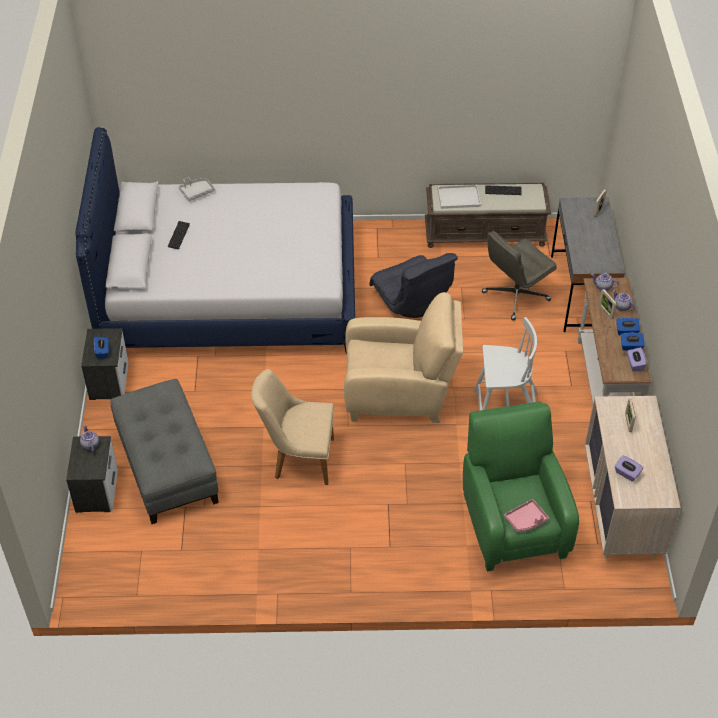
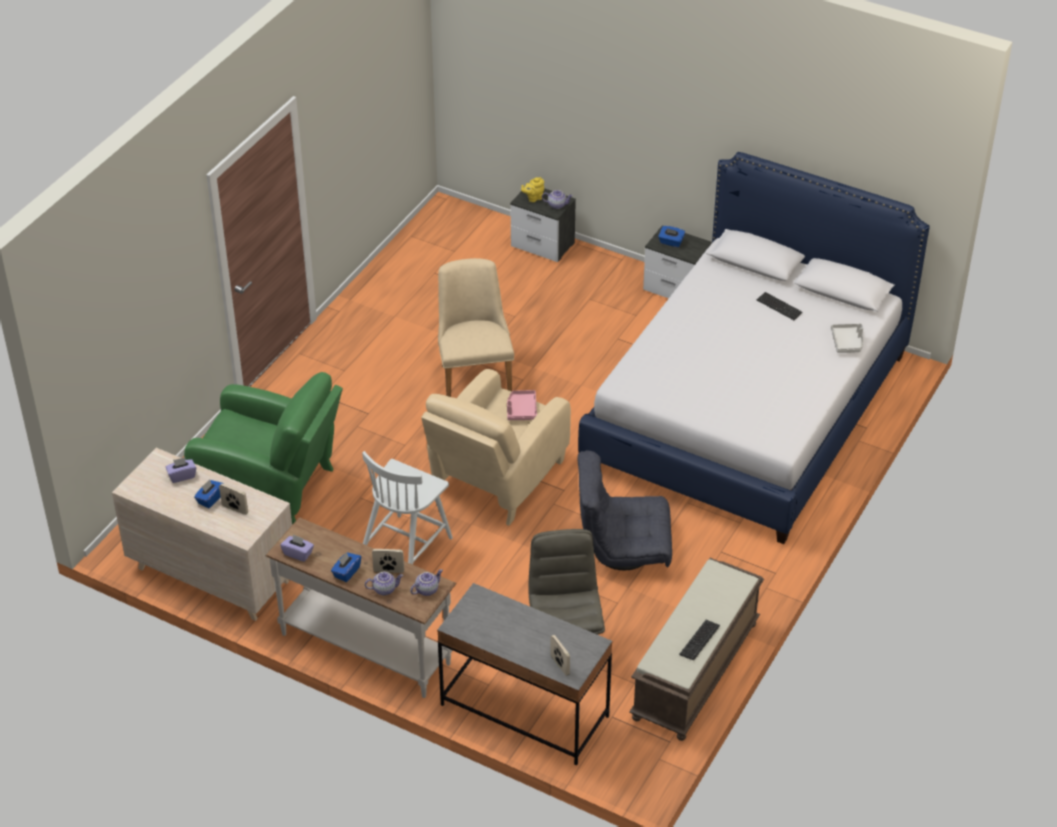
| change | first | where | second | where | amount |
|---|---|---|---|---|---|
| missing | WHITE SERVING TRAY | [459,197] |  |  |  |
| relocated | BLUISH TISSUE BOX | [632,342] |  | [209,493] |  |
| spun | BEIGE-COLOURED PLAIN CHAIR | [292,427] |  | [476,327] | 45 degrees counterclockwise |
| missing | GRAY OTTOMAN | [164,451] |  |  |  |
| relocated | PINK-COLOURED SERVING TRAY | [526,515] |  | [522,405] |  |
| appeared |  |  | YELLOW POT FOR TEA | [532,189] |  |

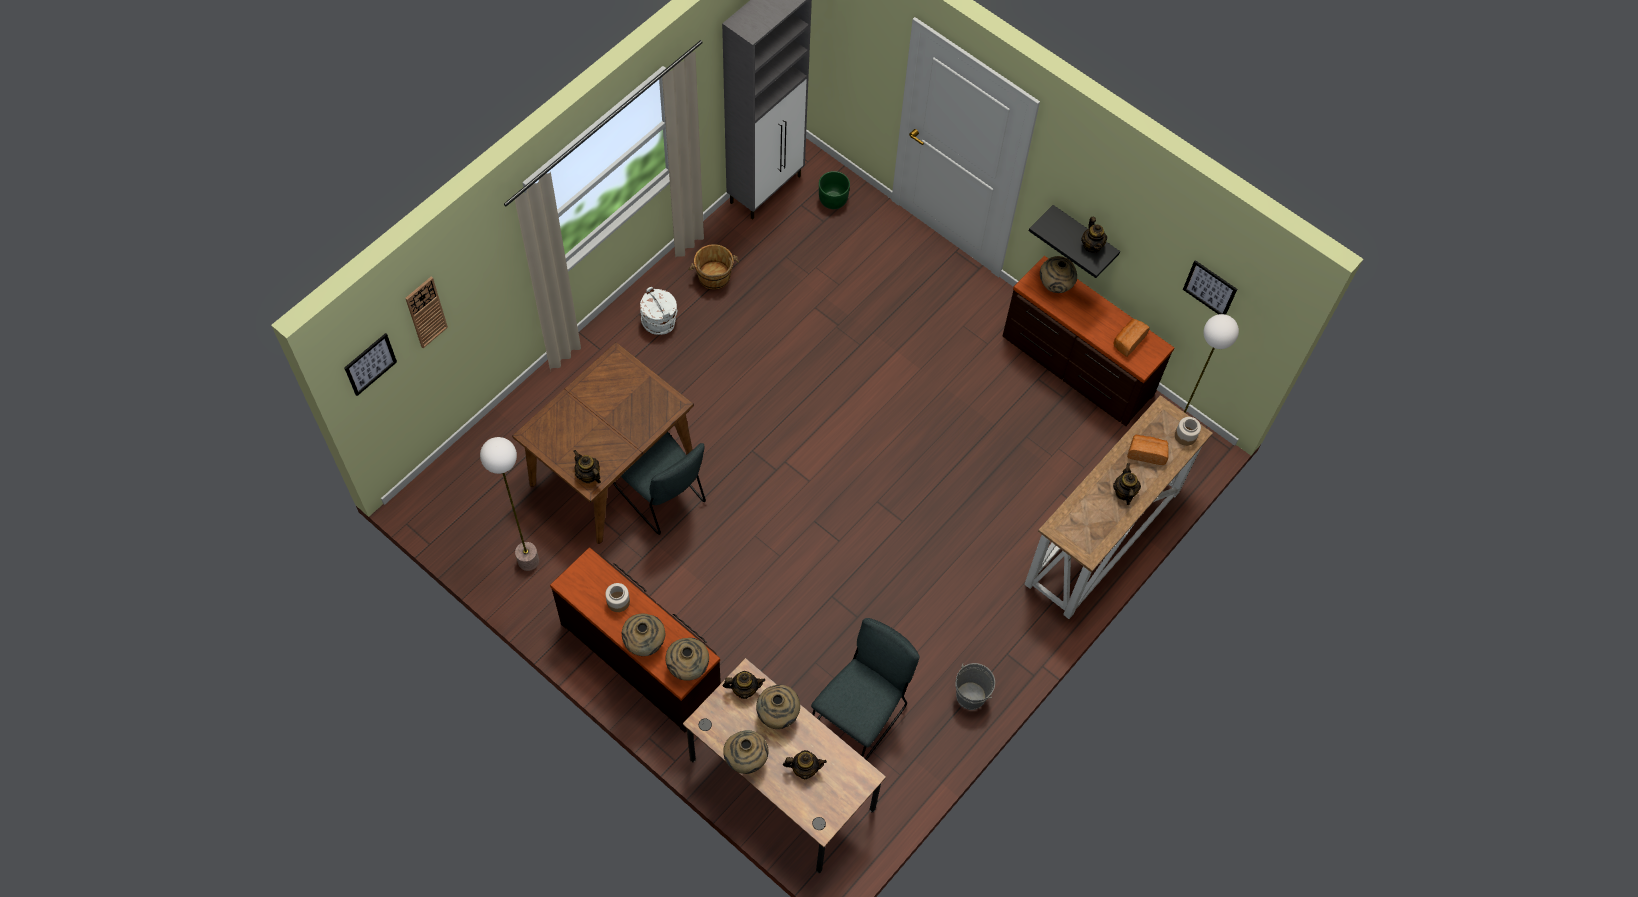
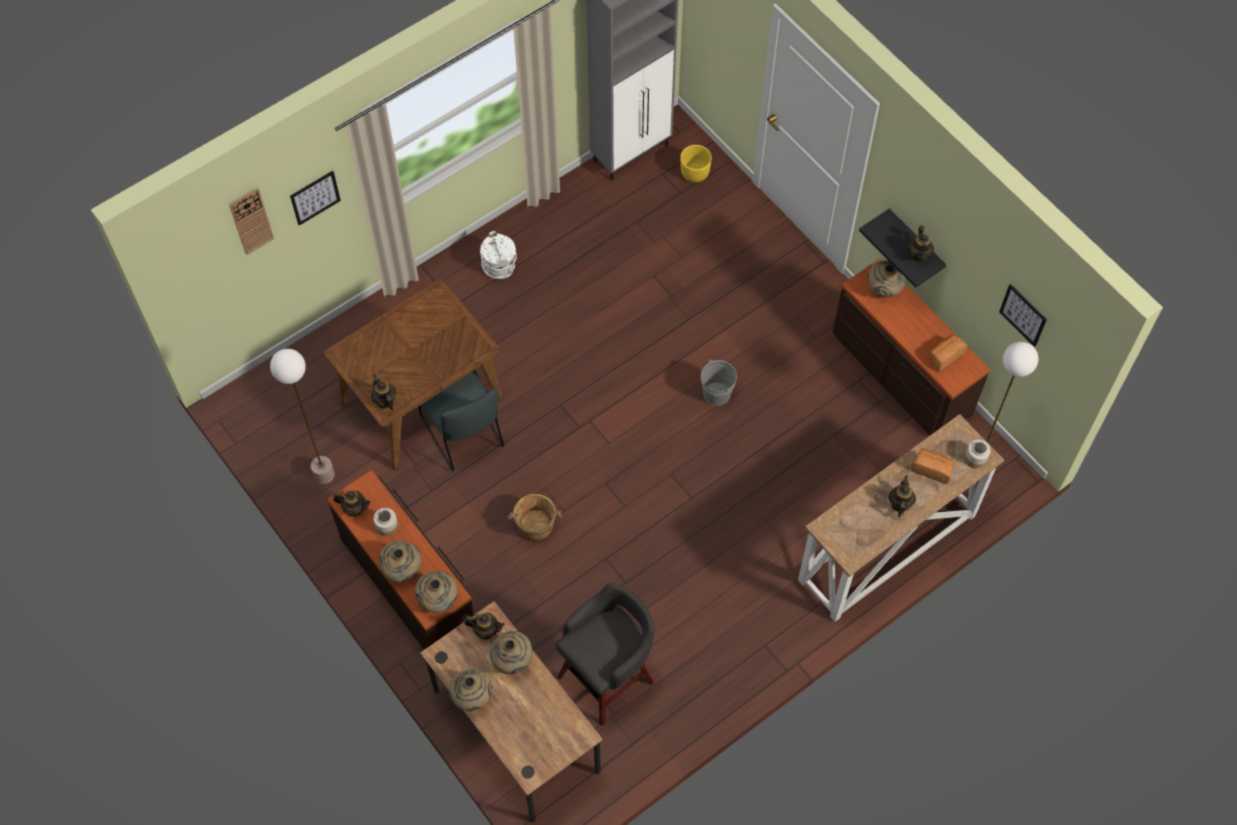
| change | first | where | second | where | amount |
|---|---|---|---|---|---|
| colour | GREEN-COLOURED PLANT POT | [834,190] | YELLOW PLANT POT | [696,164] |  |
| relocated | BROWN-COLOURED PAIL | [713,267] |  | [535,517] |  |
| relocated | PICTURE | [370,364] |  | [315,198] |  |
| exchanged | GRAY PLAIN CHAIR | [865,689] | GRAY STOOL | [605,654] |  |
| relocated | GRAY PAIL | [975,686] |  | [719,382] |  |
| relocated | POT FOR TEA | [805,764] |  | [352,503] |  |

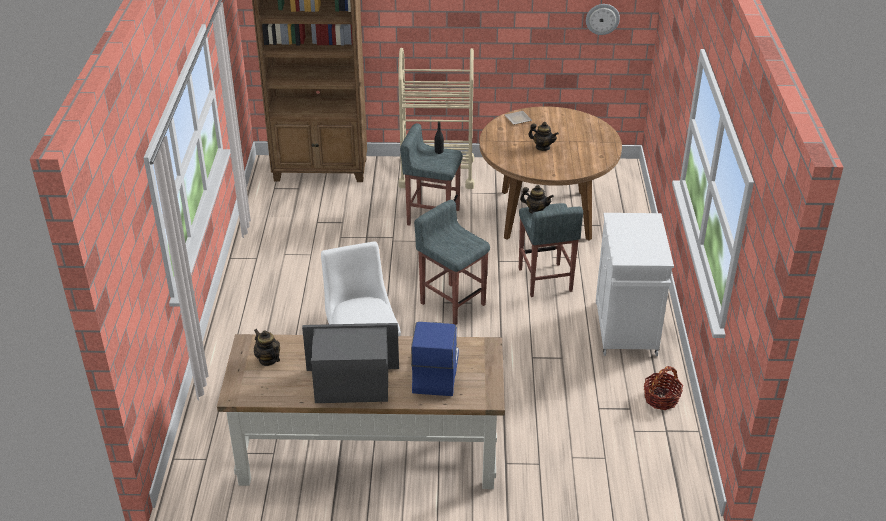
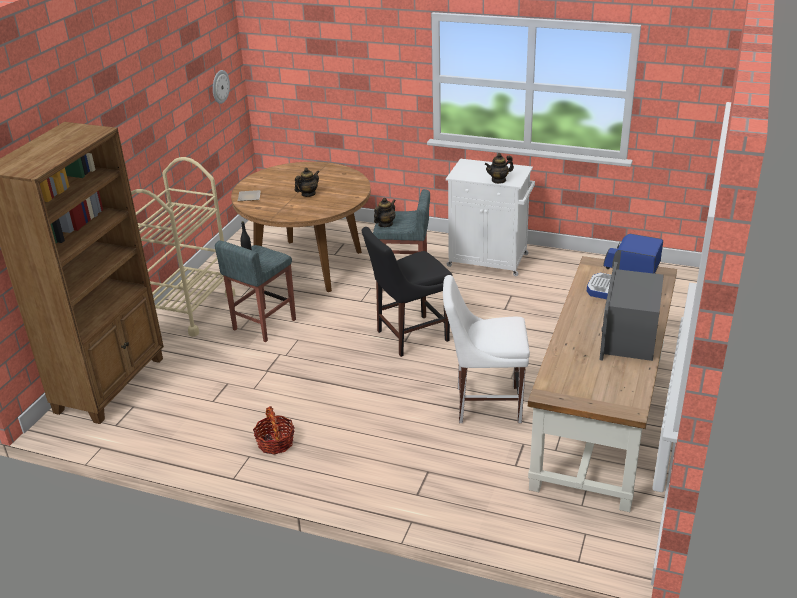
| change | first | where | second | where | amount |
|---|---|---|---|---|---|
| exchanged | GRAY STOOL | [452,262] | BLACKISH PLAIN CHAIR | [407,292] |  |
| relocated | POT FOR TEA | [267,347] |  | [499,168] |  |
| relocated | BASKET | [663,388] |  | [274,430] |  |

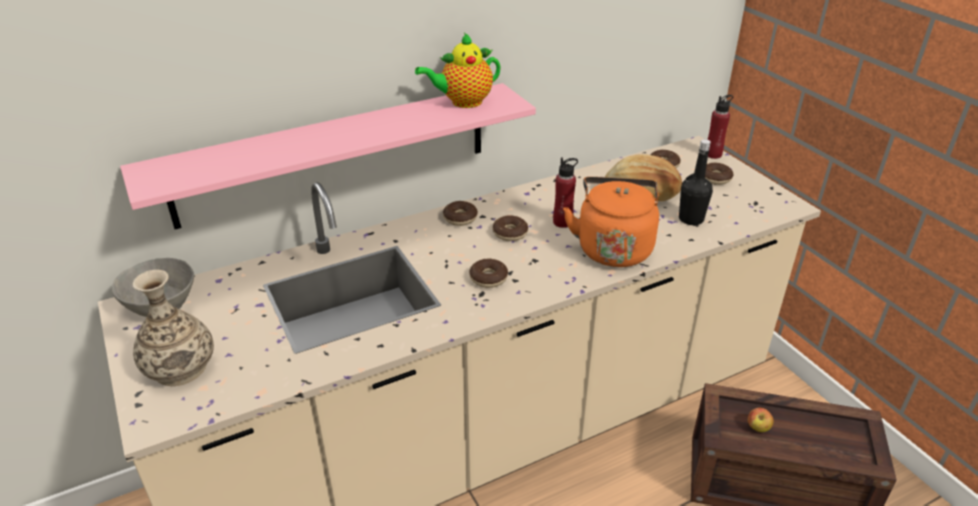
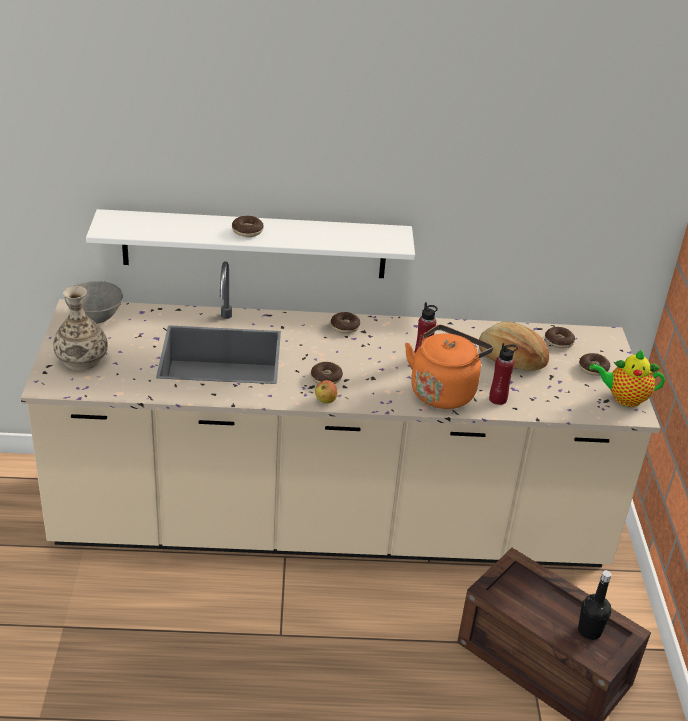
| change | first | where | second | where | amount |
|---|---|---|---|---|---|
| relocated | POT FOR TEA | [458,70] |  | [627,378] |  |
| colour | PINK-COLOURED WALL SHELF | [328,156] | WHITE WALL SHELF | [250,243] |  |
| relocated | RED-COLOURED BOTTLE | [720,127] |  | [503,374] |  |
| relocated | BLACKISH BOTTLE | [696,182] |  | [595,605] |  |
| relocated | DONUT | [510,228] |  | [248,226] |  |
| relocated | APPLE | [761,420] |  | [326,392] |  |

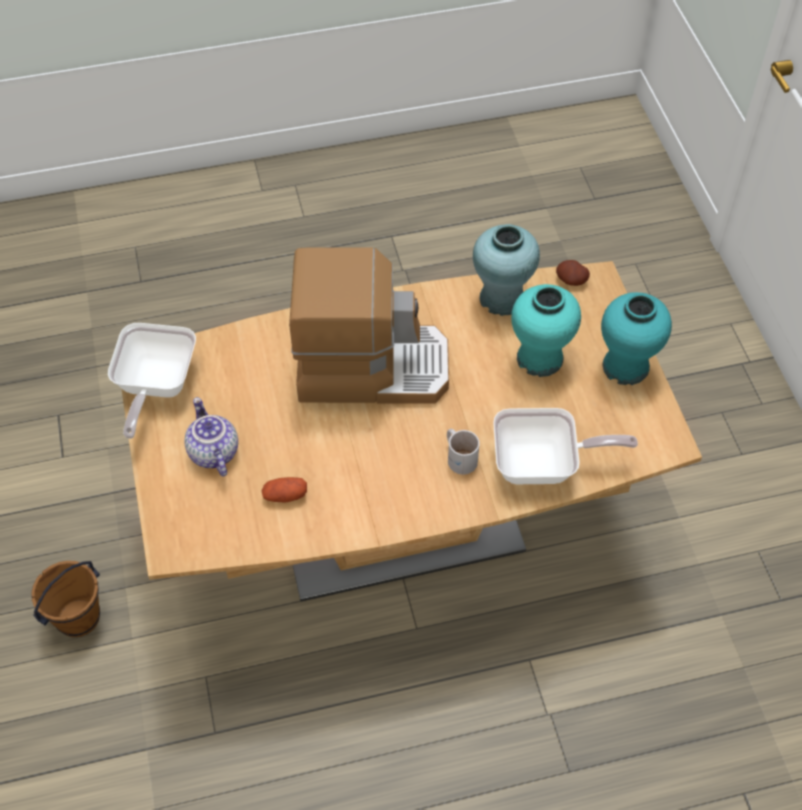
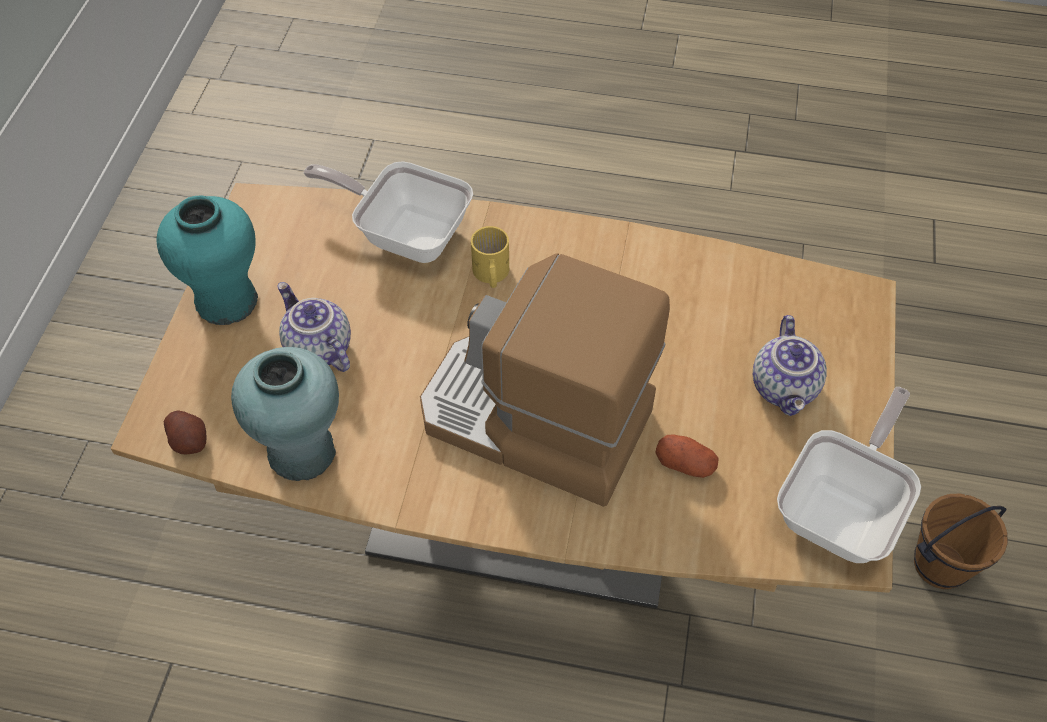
| change | first | where | second | where | amount |
|---|---|---|---|---|---|
| exchanged | BLUE-GREEN DECORATIVE VASE | [546,330] | POT FOR TEA | [314,327] |  |
| colour | WHITE TEA MUG | [463,452] | YELLOW TEA MUG | [490,257] |  |
| relocated | POTATO | [284,490] |  | [687,456] |  |

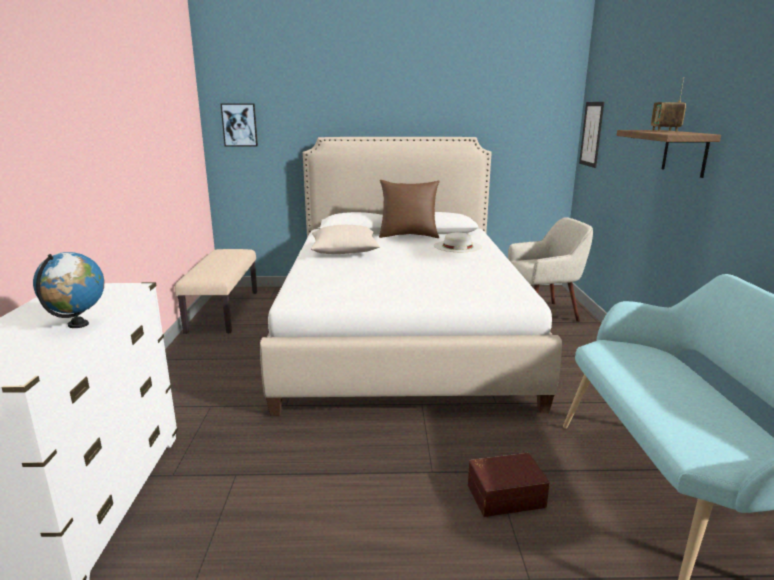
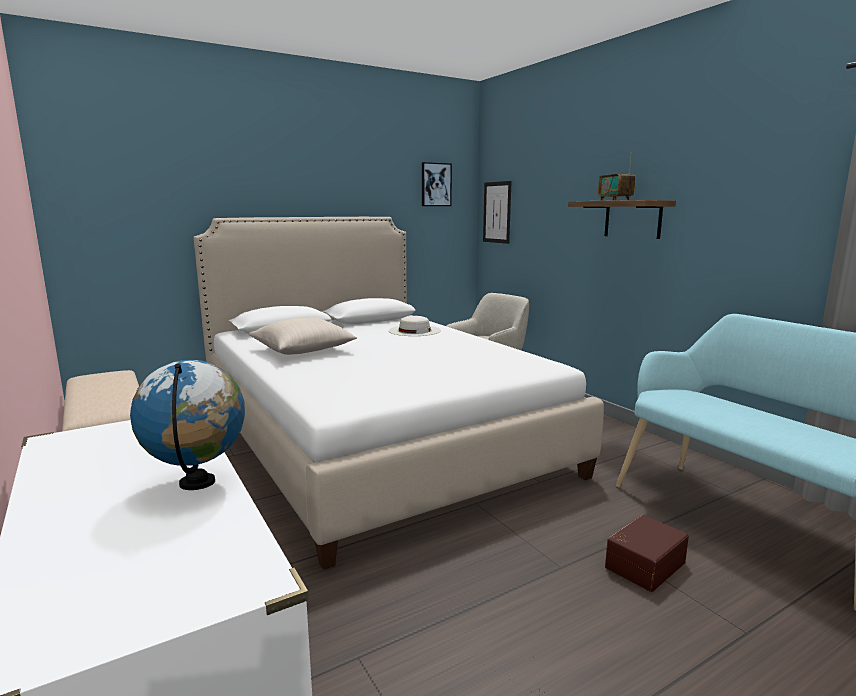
| change | first | where | second | where | amount |
|---|---|---|---|---|---|
| relocated | PICTURE | [239,125] |  | [437,184] |  |
| missing | BROWN-COLOURED THROW PILLOW | [409,209] |  |  |  |

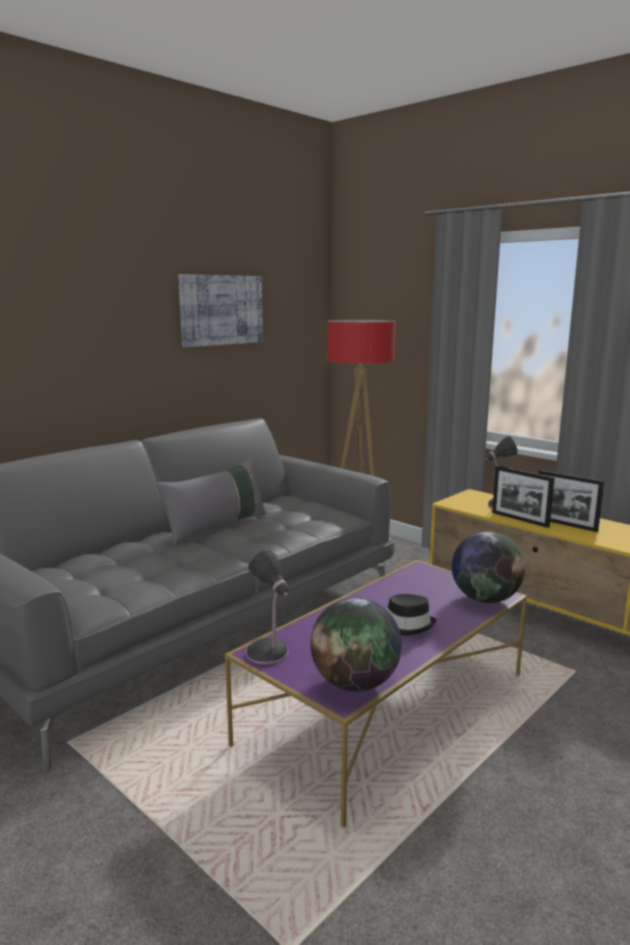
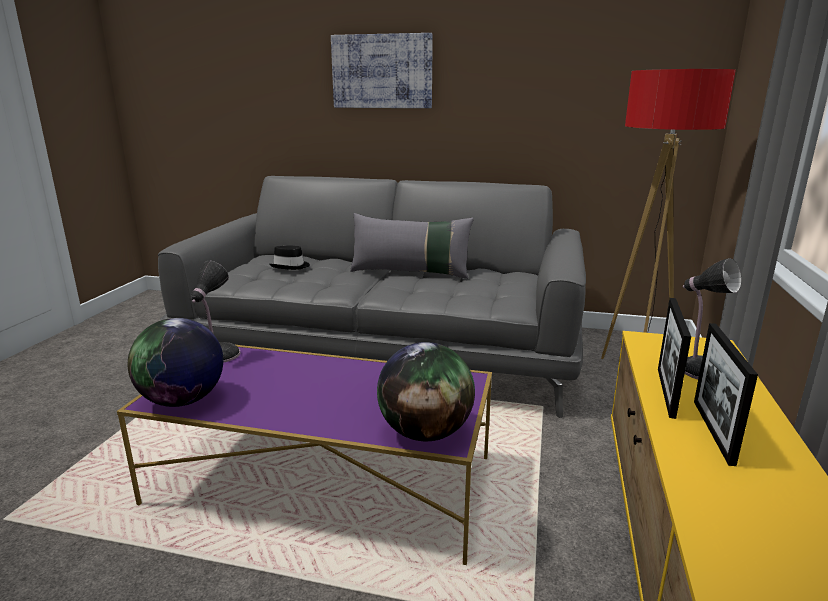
| change | first | where | second | where | amount |
|---|---|---|---|---|---|
| relocated | PICTURE | [220,310] |  | [382,70] |  |
| relocated | BLACKISH HAT | [411,614] |  | [289,257] |  |

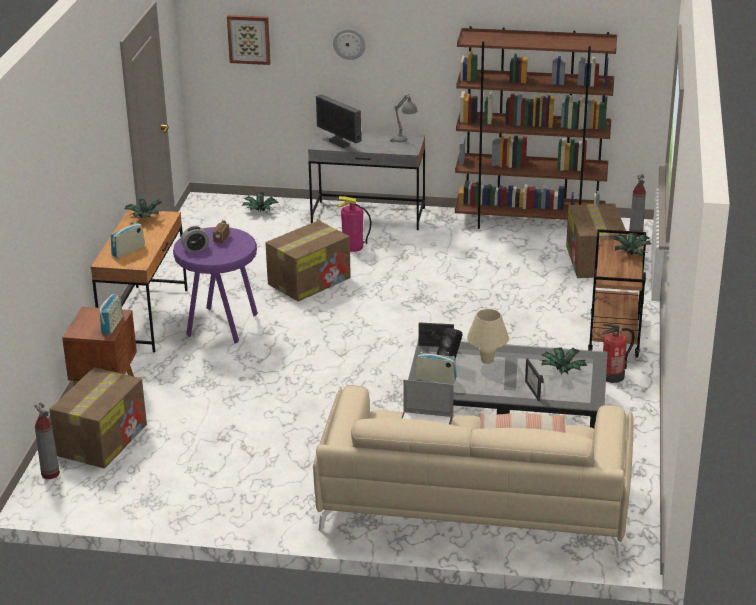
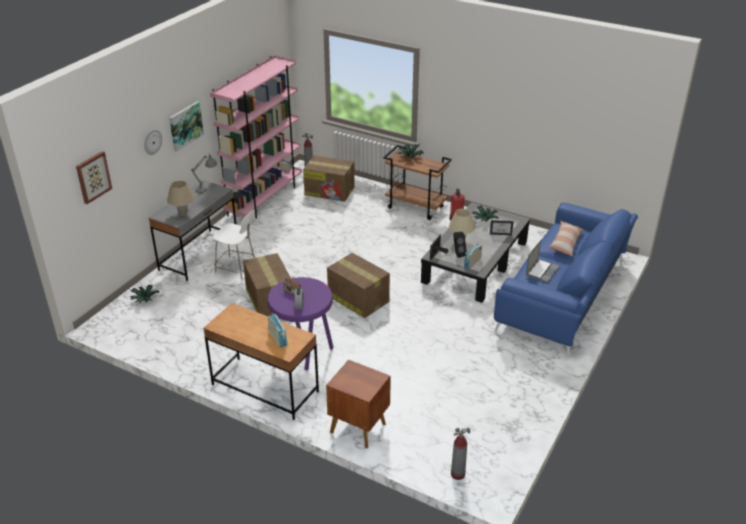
| change | first | where | second | where | amount |
|---|---|---|---|---|---|
| colour | BROWN-COLOURED BOOKSHELF | [536,127] | PINK-COLOURED BOOKSHELF | [256,137] |  |
| exchanged | COMPUTER DISPLAY | [338,121] | BEIGE-COLOURED TABLE LAMP | [181,198] |  |
| exchanged | FIRE EXTINGUISHER | [355,224] | WHITE STOOL | [234,246] |  |
| missing | POTTED PLANT | [143,209] |  |  |  |
| missing | RADIO RECEIVER | [111,314] |  |  |  |
| relocated | PACKING BOX | [98,417] |  | [358,285] |  |
| colour | BEIGE-COLOURED COUCH | [473,472] | BLUISH COUCH | [566,280] |  |
| appeared |  |  | PICTURE | [186,126] |  |

